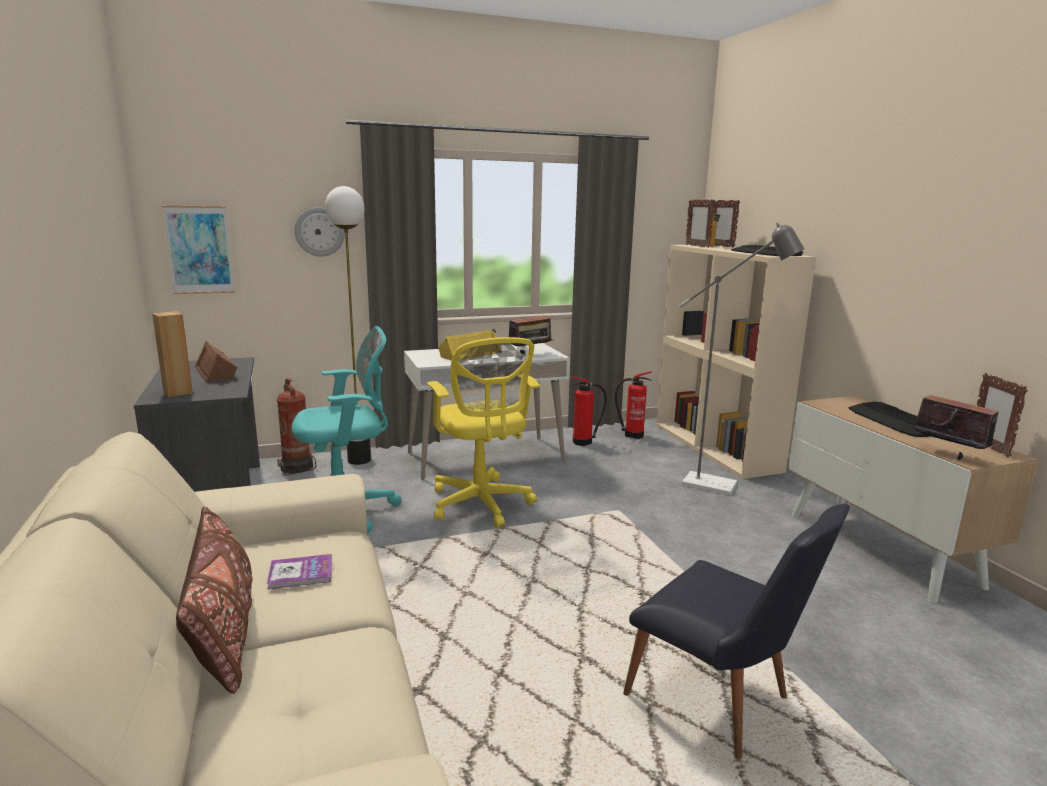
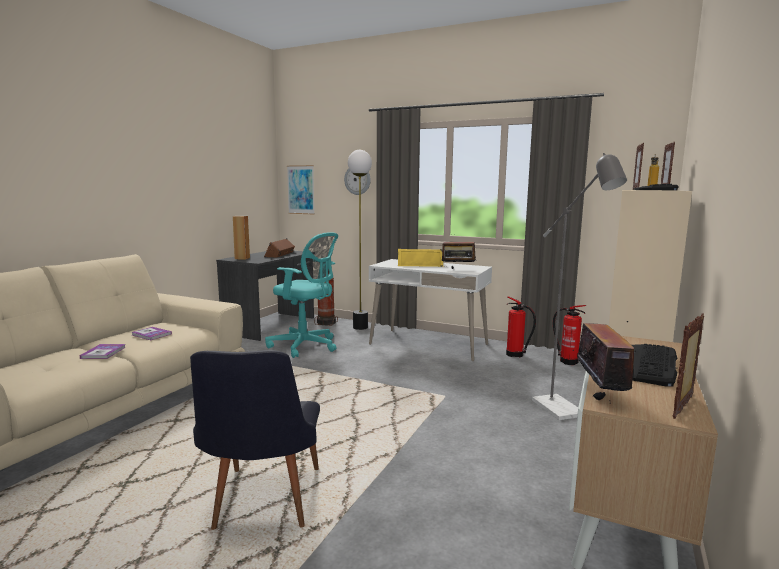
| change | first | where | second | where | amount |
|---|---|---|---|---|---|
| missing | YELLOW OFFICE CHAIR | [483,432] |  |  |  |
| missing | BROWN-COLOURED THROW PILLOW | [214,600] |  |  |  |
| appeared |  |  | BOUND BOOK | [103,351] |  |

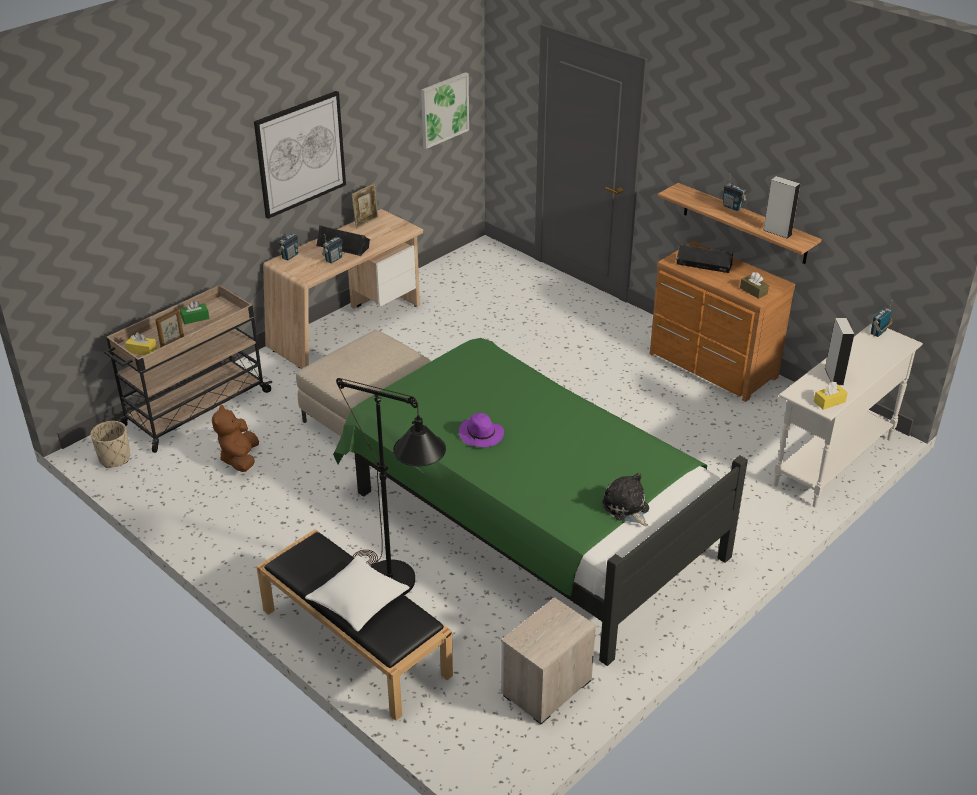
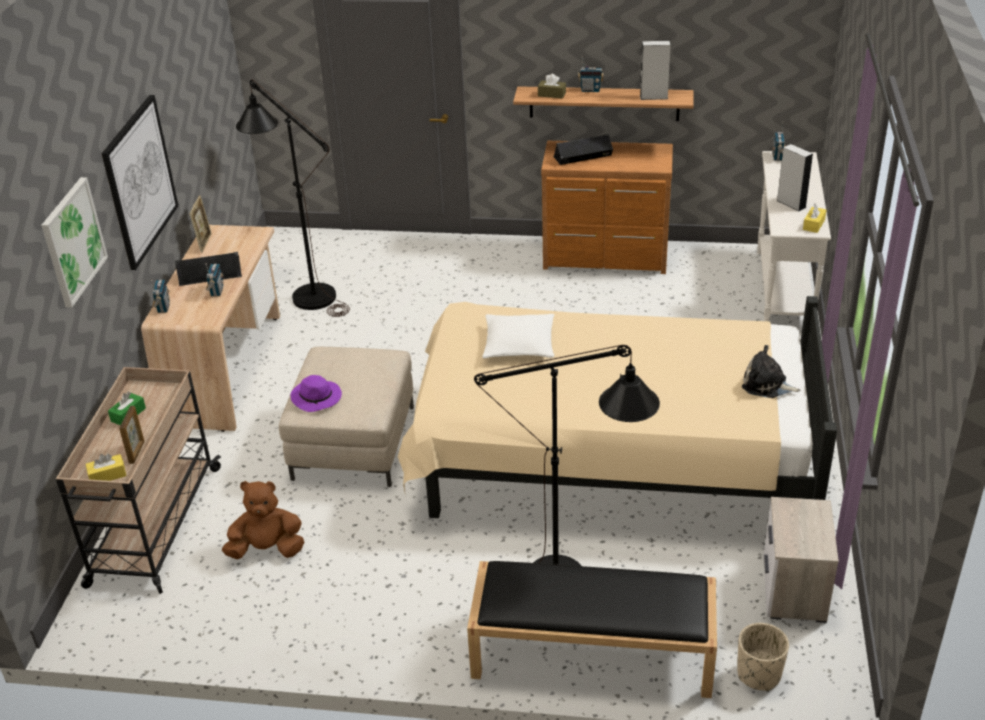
| change | first | where | second | where | amount |
|---|---|---|---|---|---|
| relocated | PICTURE | [445,110] |  | [74,242] |  |
| relocated | BROWN-COLOURED TISSUE BOX | [754,285] |  | [552,86] |  |
| colour | GREEN-COLOURED SLEEPING BED | [540,502] | BEIGE-COLOURED SLEEPING BED | [617,407] |  |
| spun | BROWN-COLOURED CUDDLY TOY | [235,438] |  | [263,520] | 120 degrees clockwise |
| relocated | PURPLISH HAT | [481,430] |  | [316,393] |  |
| relocated | BEIGE-COLOURED PLANT POT | [110,444] |  | [763,657] |  |
| relocated | WHITE THROW PILLOW | [357,593] |  | [518,336] |  |
| appeared |  |  | BLACKISH STANDING LAMP | [293,198] |  |

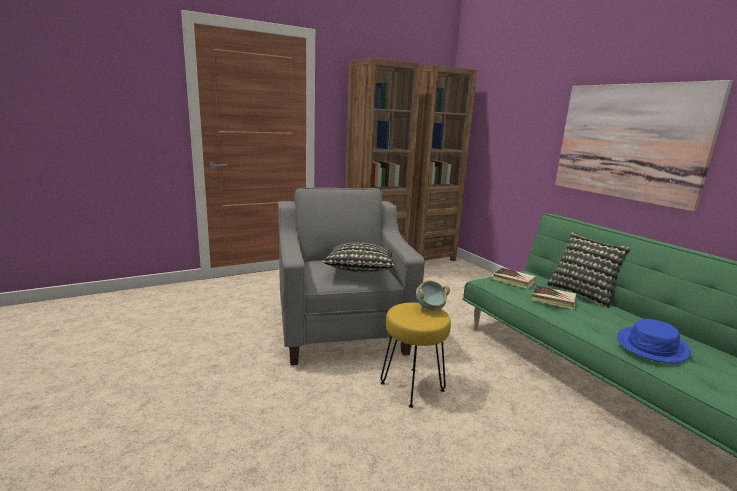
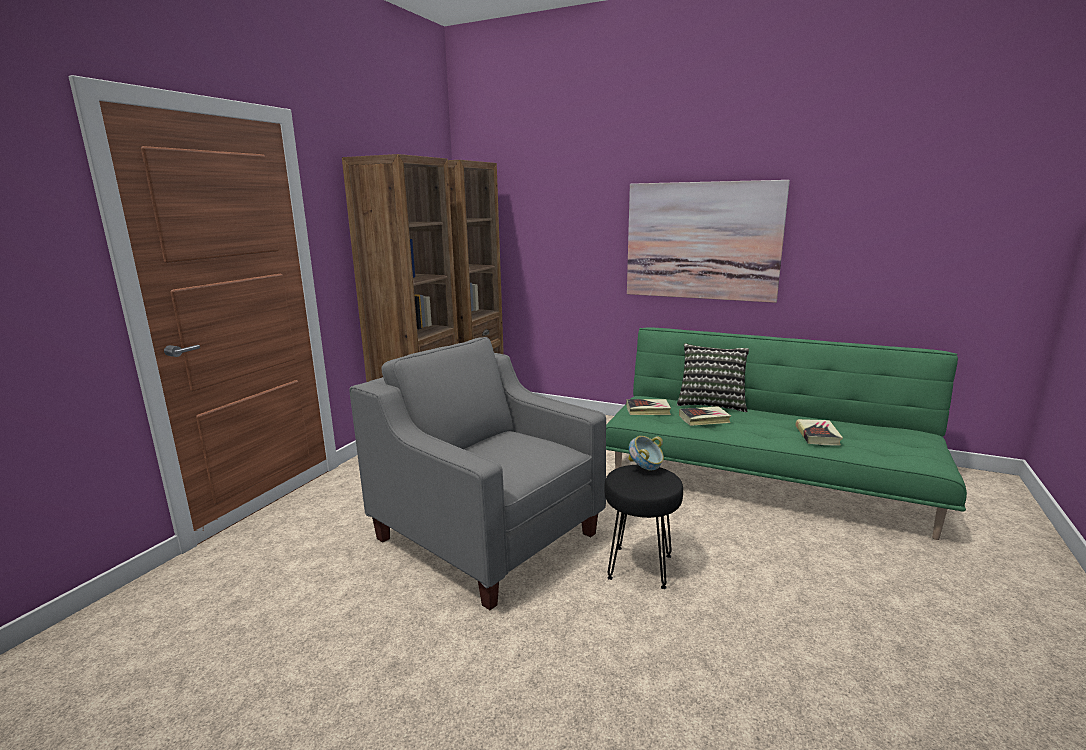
| change | first | where | second | where | amount |
|---|---|---|---|---|---|
| missing | THROW PILLOW | [359,257] |  |  |  |
| colour | YELLOW STOOL | [416,355] | BLACKISH STOOL | [643,527] |  |
| exchanged | BLUISH HAT | [654,341] | BOUND BOOK | [819,432] |  |

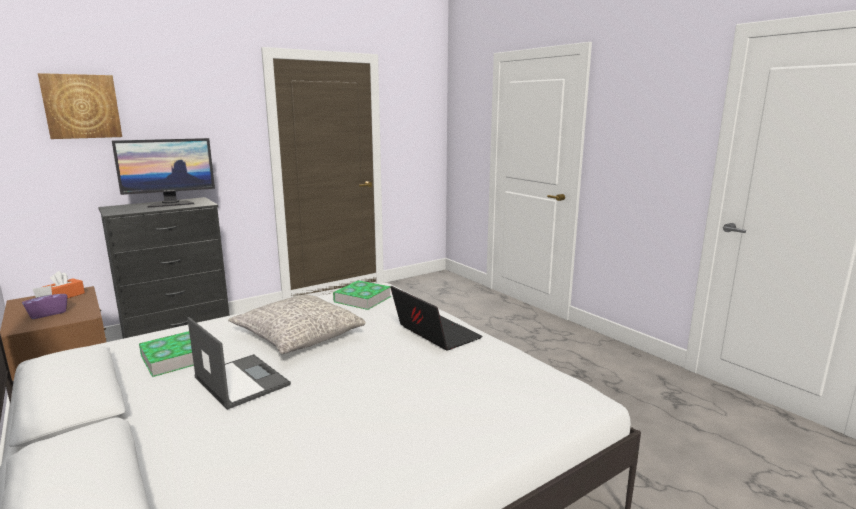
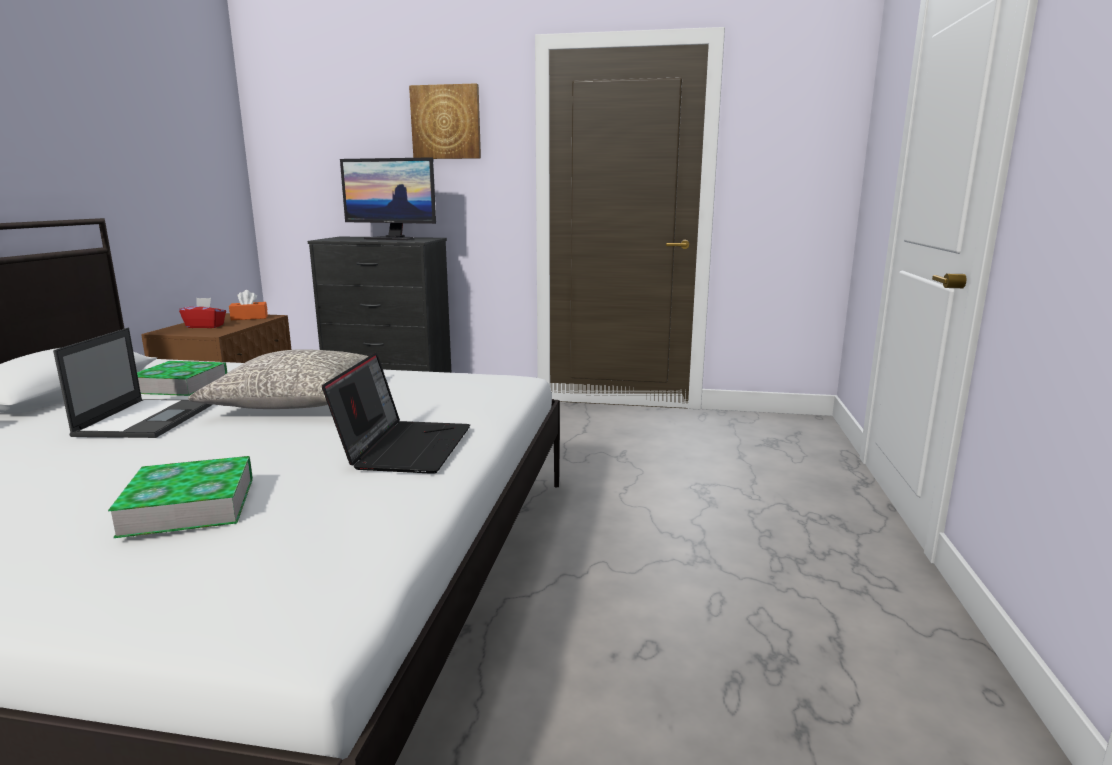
| change | first | where | second | where | amount |
|---|---|---|---|---|---|
| relocated | PICTURE | [80,106] |  | [445,121] |  |
| relocated | BOUND BOOK | [362,295] |  | [180,497] |  |
| colour | PURPLISH TISSUE BOX | [45,302] | RED-COLOURED TISSUE BOX | [202,313] |  |

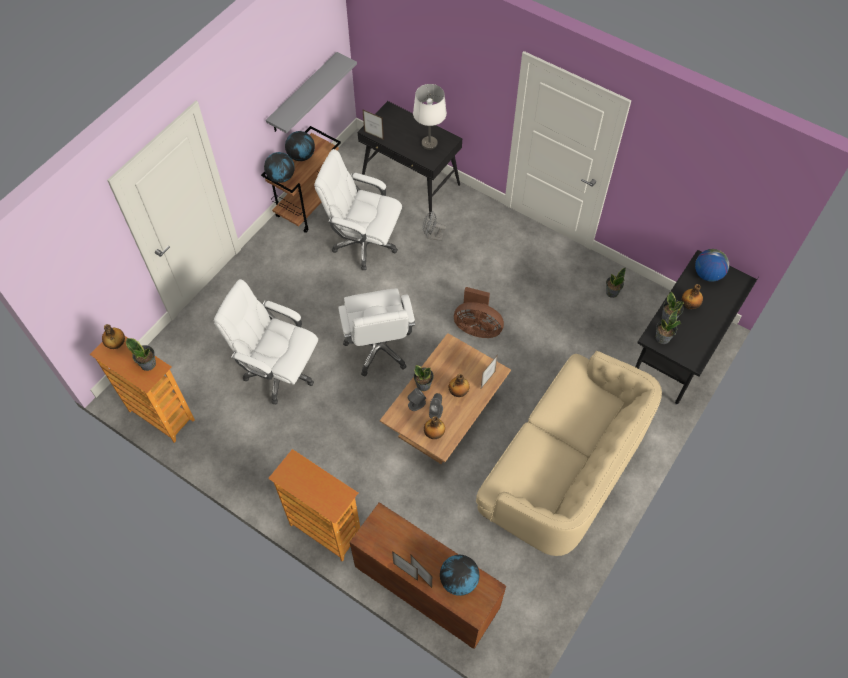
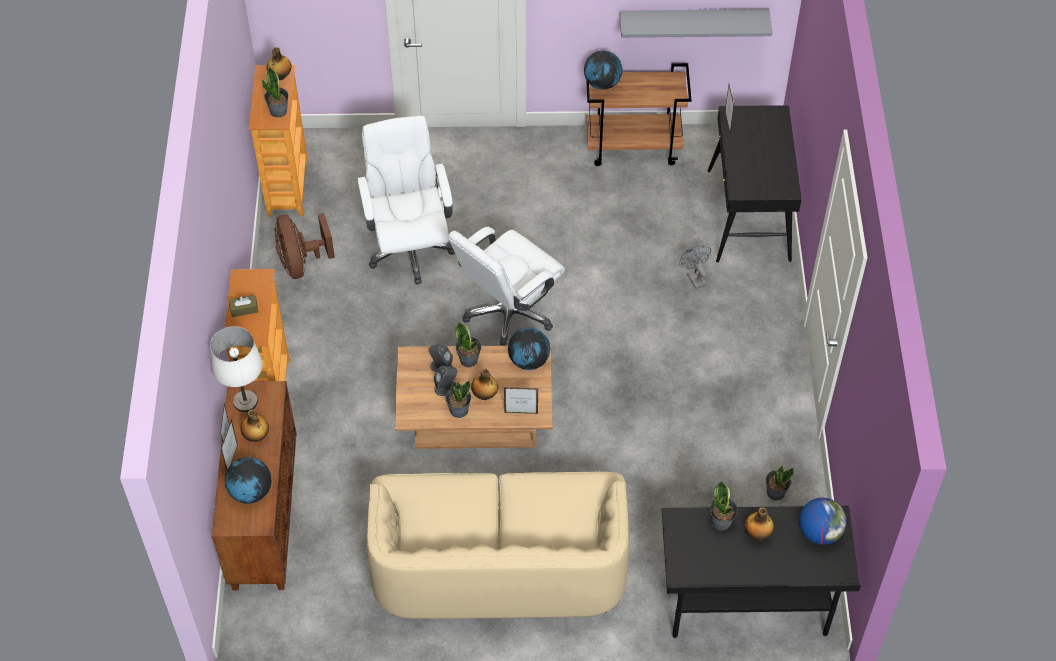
| change | first | where | second | where | amount |
|---|---|---|---|---|---|
| relocated | WHITE TABLE LAMP | [430,117] |  | [236,369] |  |
| relocated | DESK GLOBE | [300,146] |  | [529,349] |  |
| missing | WHITE OFFICE CHAIR | [358,209] |  |  |  |
| relocated | BROWN-COLOURED ELECTRIC FAN | [479,312] |  | [305,246] |  |
| relocated | POTTED PLANT | [668,326] |  | [458,399] |  |
| relocated | BOTTLE | [434,427] |  | [254,425] |  |
| appeared |  |  | BROWN-COLOURED TISSUE BOX | [243,306] |  |

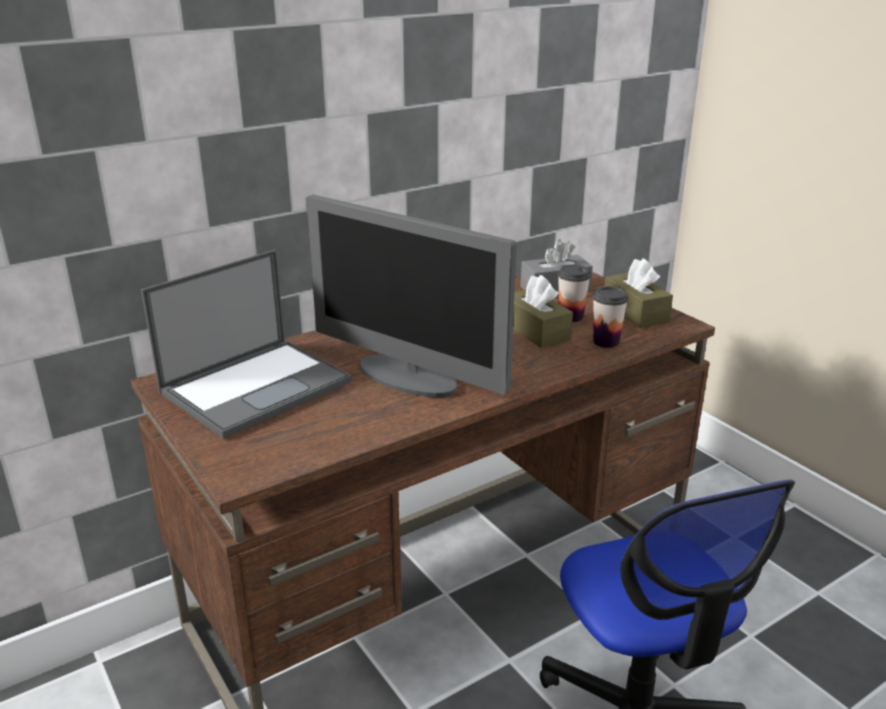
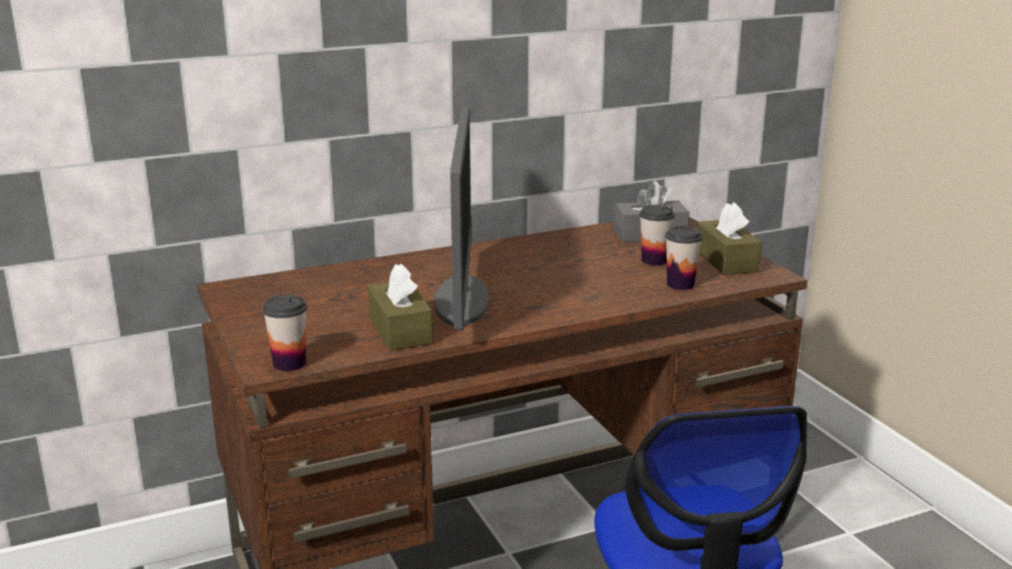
| change | first | where | second | where | amount |
|---|---|---|---|---|---|
| spun | COMPUTER DISPLAY | [411,296] |  | [461,218] | 135 degrees counterclockwise |
| missing | NOTEBOOK COMPUTER | [246,344] |  |  |  |
| relocated | BROWN-COLOURED TISSUE BOX | [543,311] |  | [400,307] |  |
| appeared |  |  | DRINKING CUP | [285,333] |  |

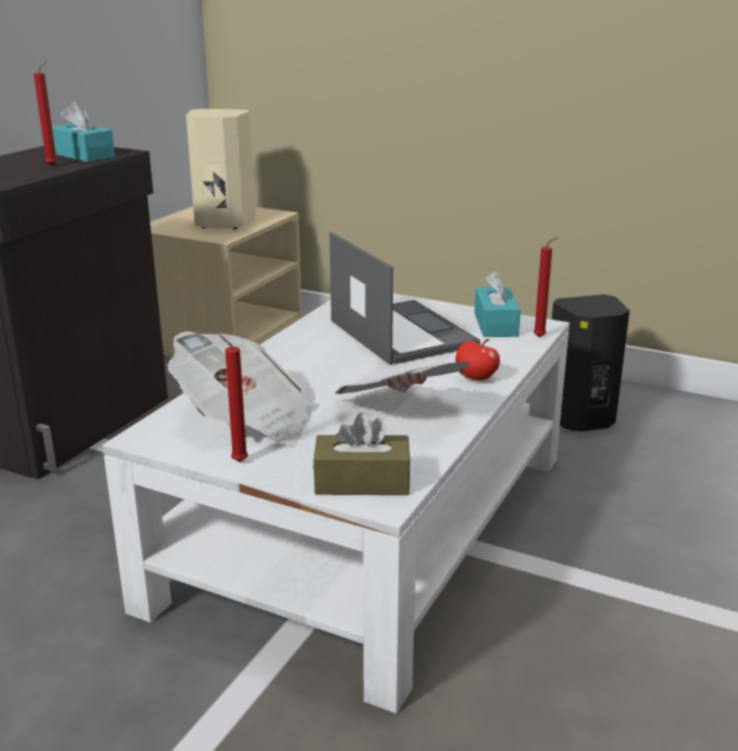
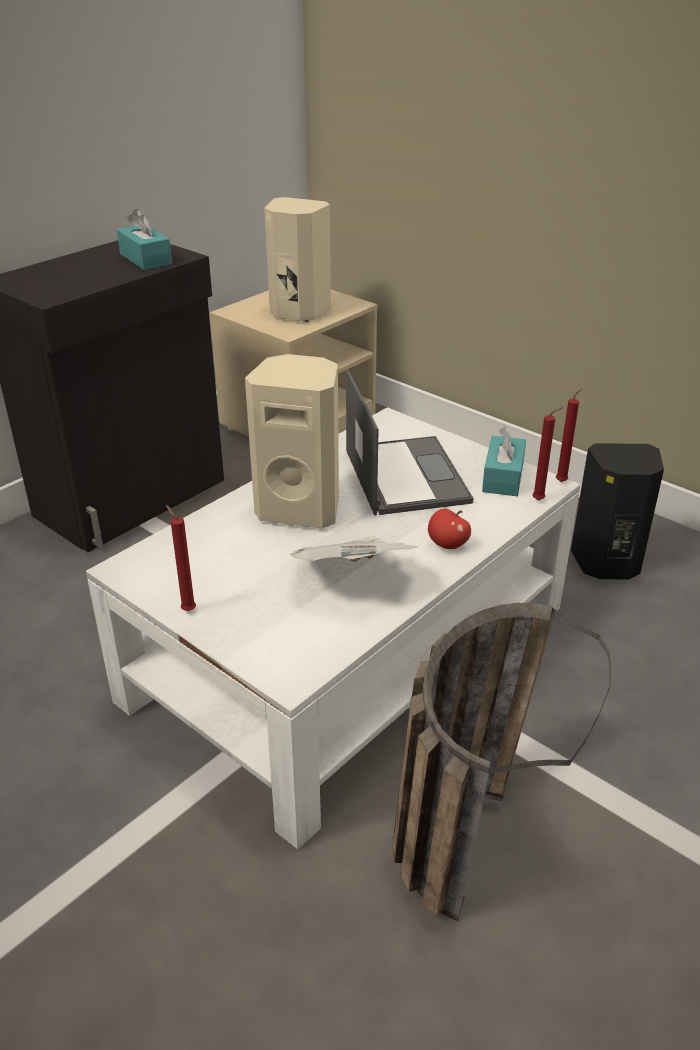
| change | first | where | second | where | amount |
|---|---|---|---|---|---|
| relocated | RED-COLOURED WAX LIGHT | [46,114] |  | [569,435] |  |
| missing | NEWSPAPER | [240,388] |  |  |  |
| missing | BROWN-COLOURED TISSUE BOX | [362,454] |  |  |  |
| appeared |  |  | BEIGE-COLOURED SPEAKER | [292,441] |  |
| appeared |  |  | BASKET | [501,762] |  |

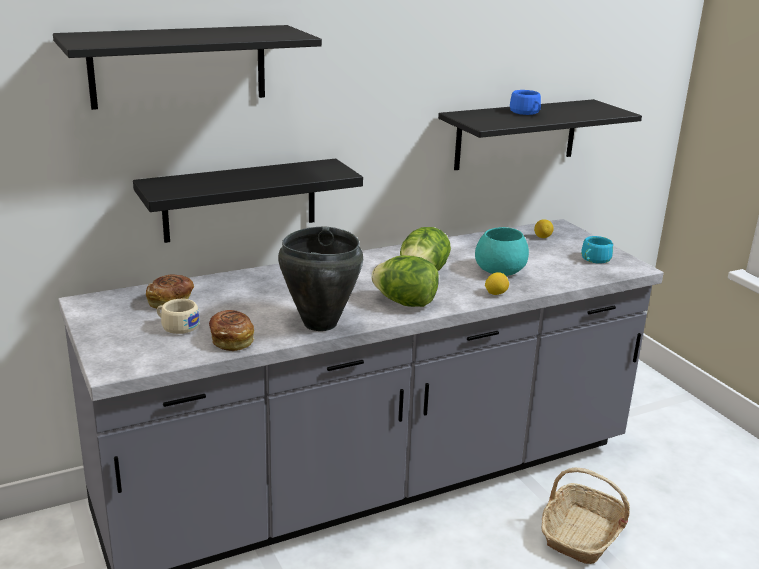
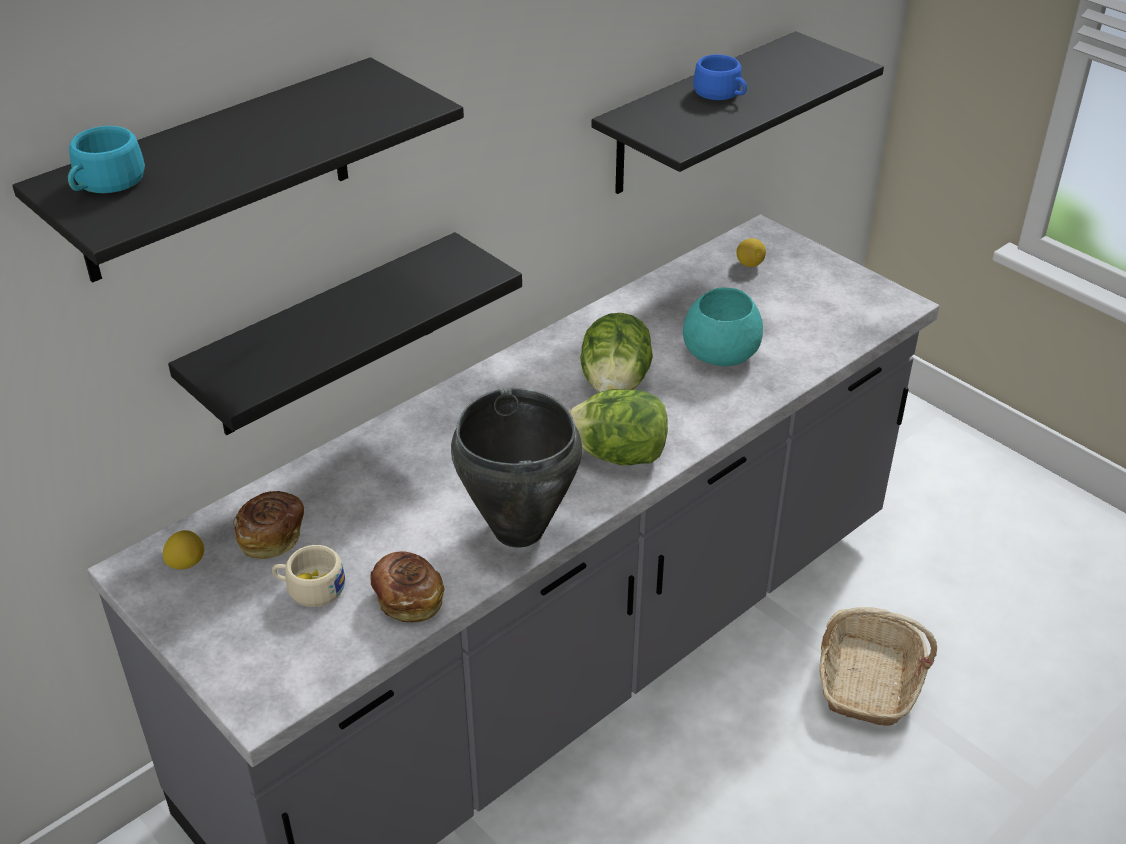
| change | first | where | second | where | amount |
|---|---|---|---|---|---|
| relocated | BLUE-GREEN DRINKING CUP | [597,250] |  | [106,159] |  |
| relocated | CITRUS FRUIT | [497,283] |  | [183,549] |  |

